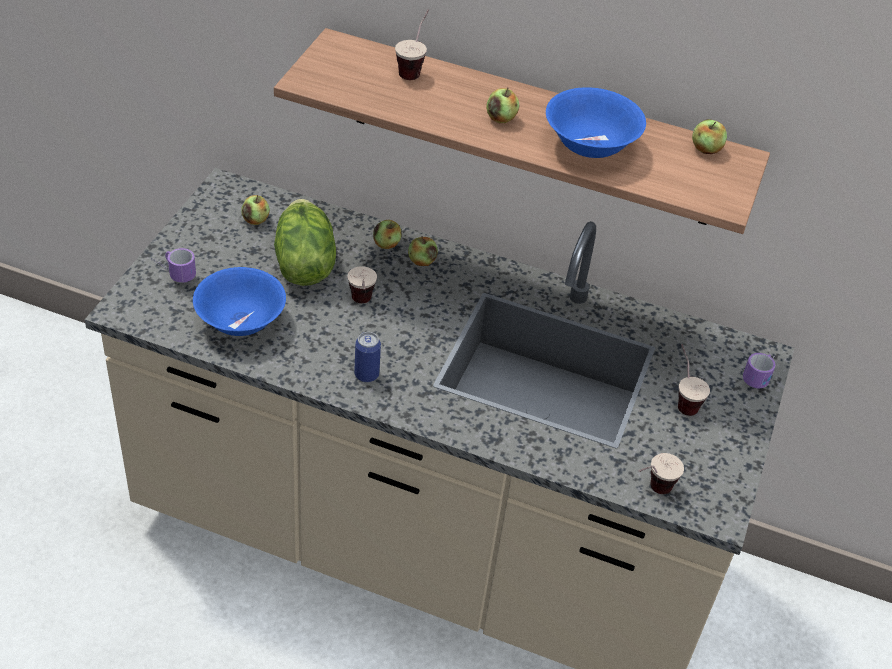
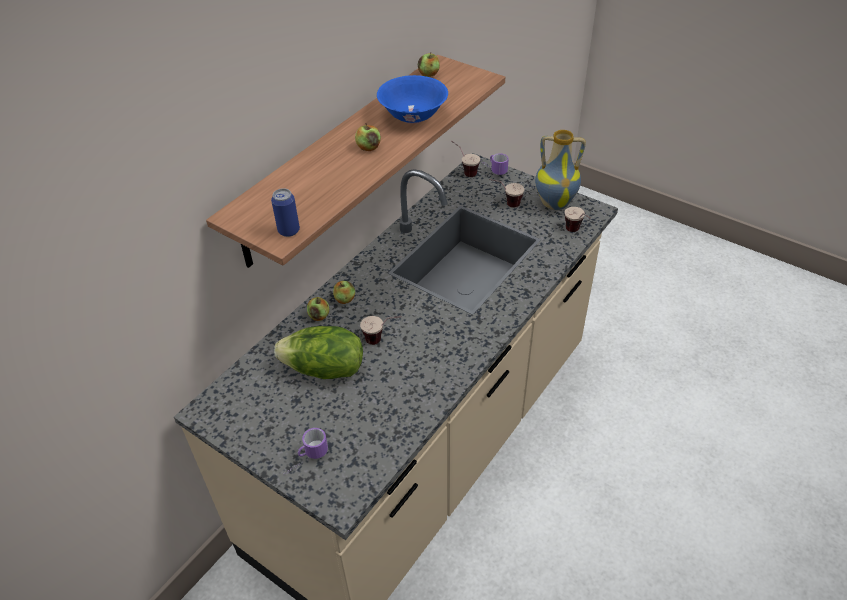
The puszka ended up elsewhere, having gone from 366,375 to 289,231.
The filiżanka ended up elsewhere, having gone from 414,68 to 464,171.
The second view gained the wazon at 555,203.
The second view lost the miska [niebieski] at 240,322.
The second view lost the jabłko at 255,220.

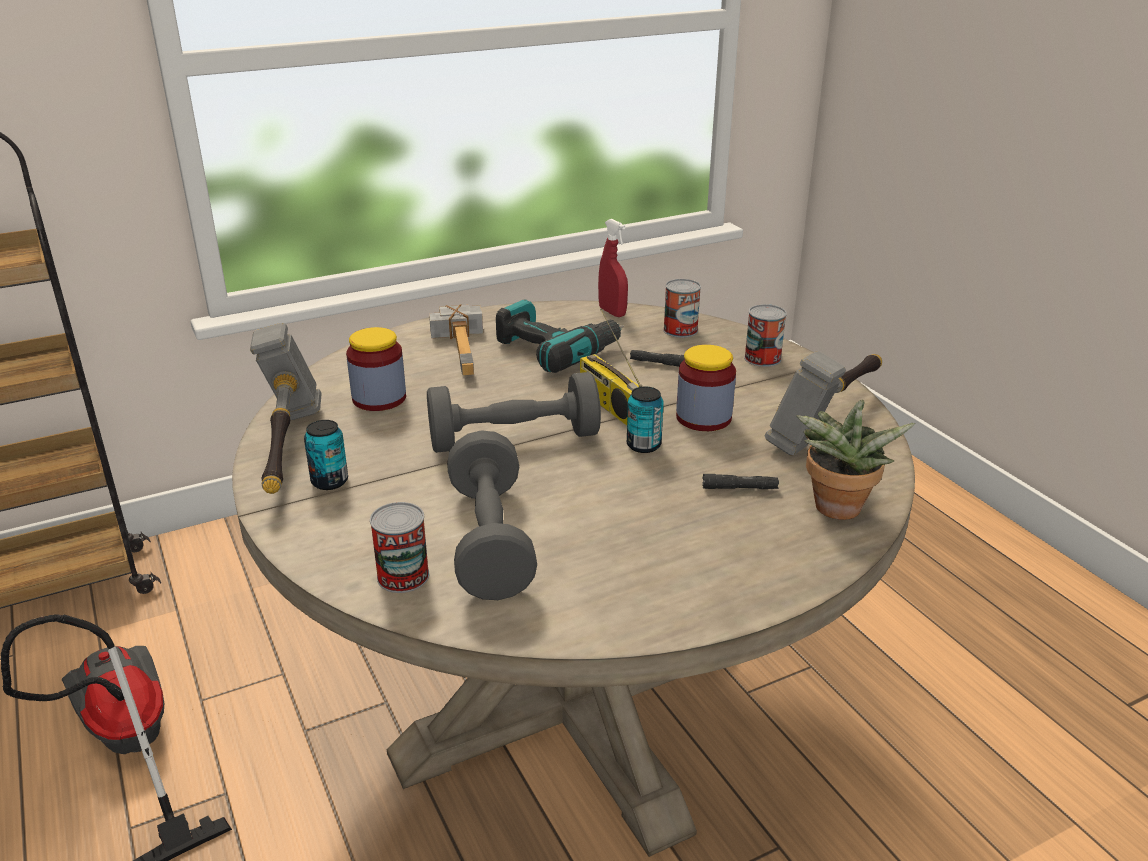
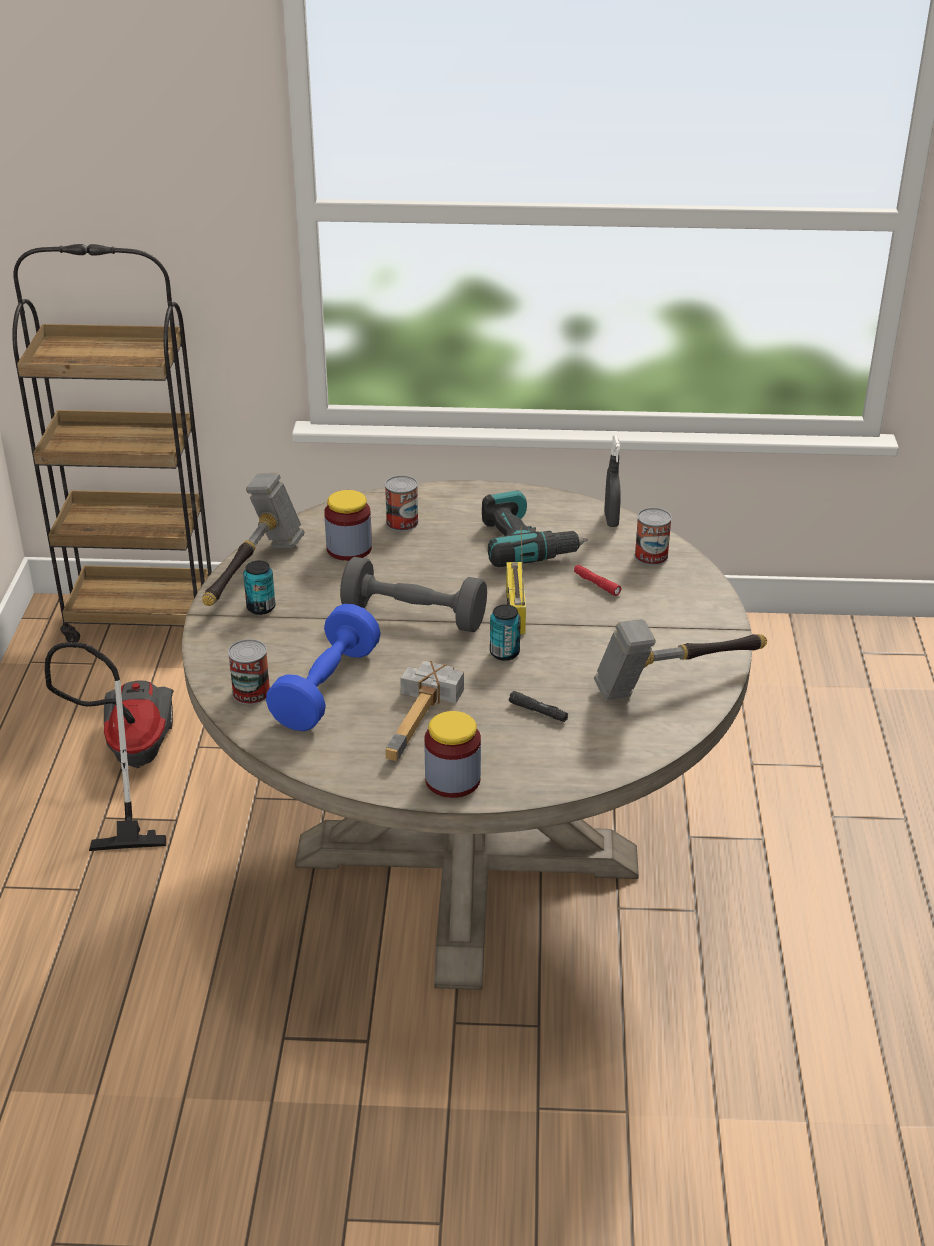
What was the hantel [szary] at 490,540 turned into the hantel [niebieski] at 326,688.
The puszka ended up elsewhere, having gone from 762,358 to 402,522.
The młotek ended up elsewhere, having gone from 468,348 to 425,720.
The słoik ended up elsewhere, having gone from 703,418 to 452,780.
What was the latarka [czarny] at 659,363 turned into the latarka [czerwony] at 596,584.
What was the spryskiwacz [czerwony] at 612,312 turned into the spryskiwacz [szary] at 611,520.
The second view lost the roślina doniczkowa at 836,511.

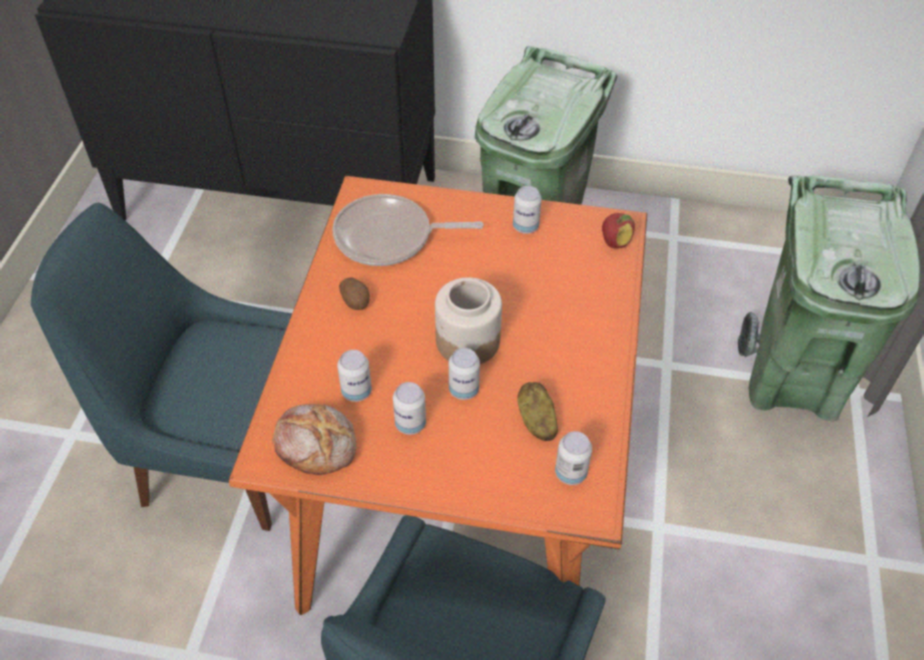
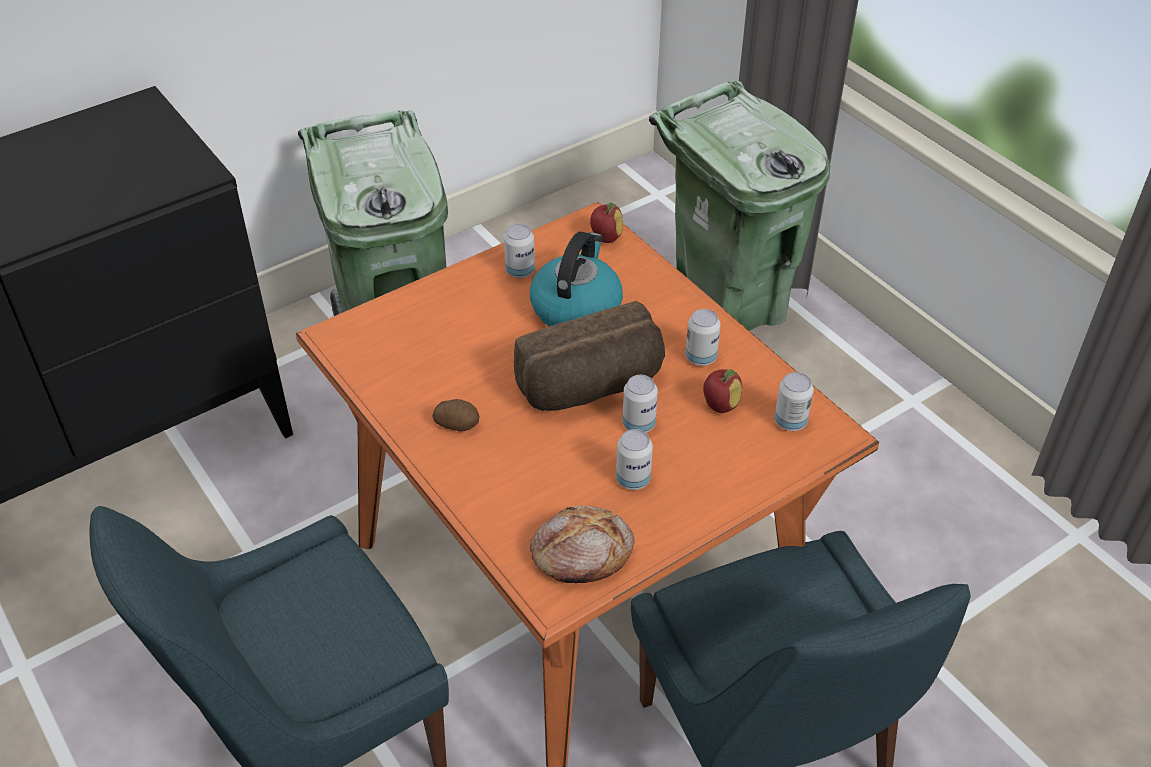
Where the słoik stood at 467,340, the chleb came to stand at 592,387.
The second view gained the czajnik at 576,308.
The puszka ended up elsewhere, having gone from 356,391 to 700,358.
Where the ziemniak stood at 536,421, the jabłko came to stand at 720,406.
The second view lost the patelnia at 389,237.

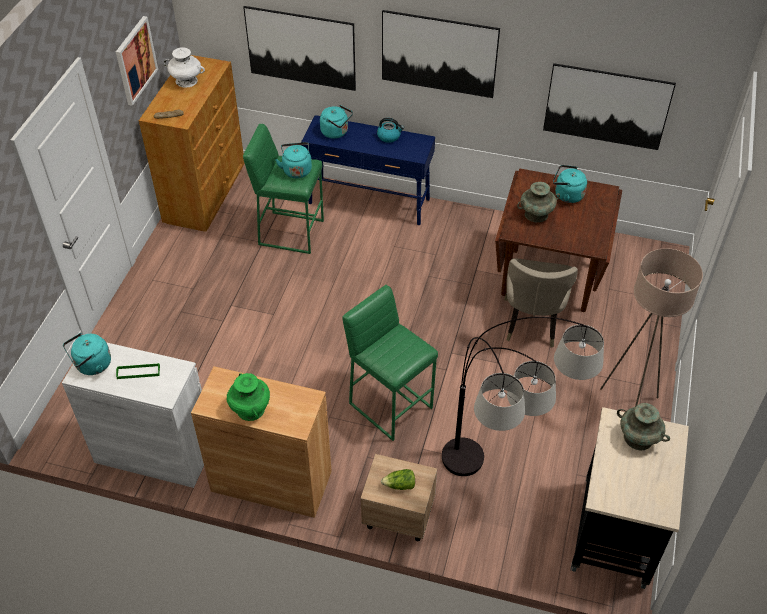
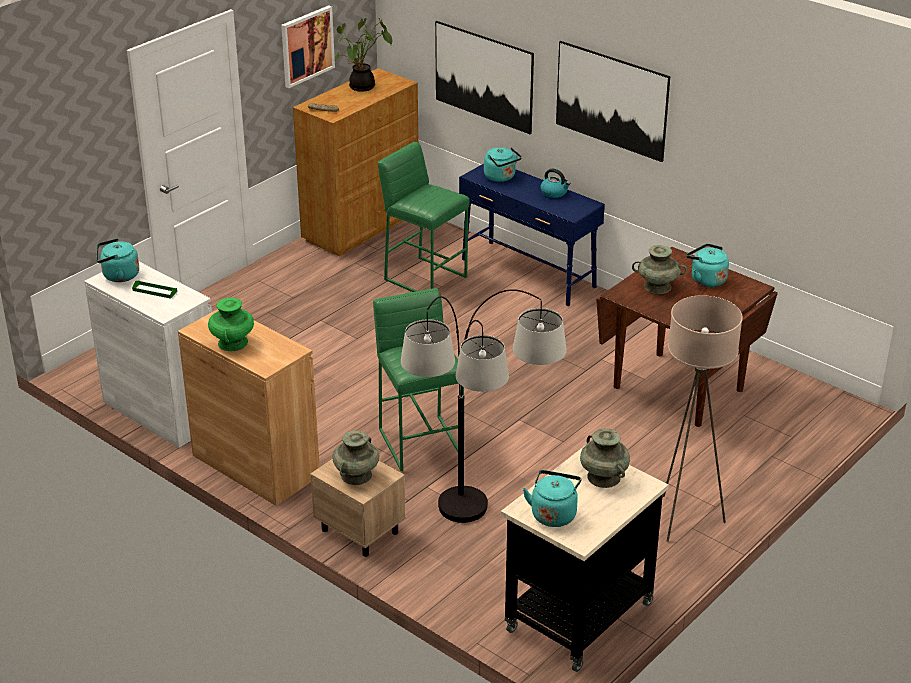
Where the sałata stood at 400,485, the wazon [turkusowy] came to stand at 356,475.
Where the wazon [biały] stood at 186,81, the roślina doniczkowa came to stand at 362,88.
The czajnik [turkusowy] ended up elsewhere, having gone from 296,170 to 553,513.
The second view lost the krzesło [beżowy] at 531,324.
The second view lost the obraz at 606,106.

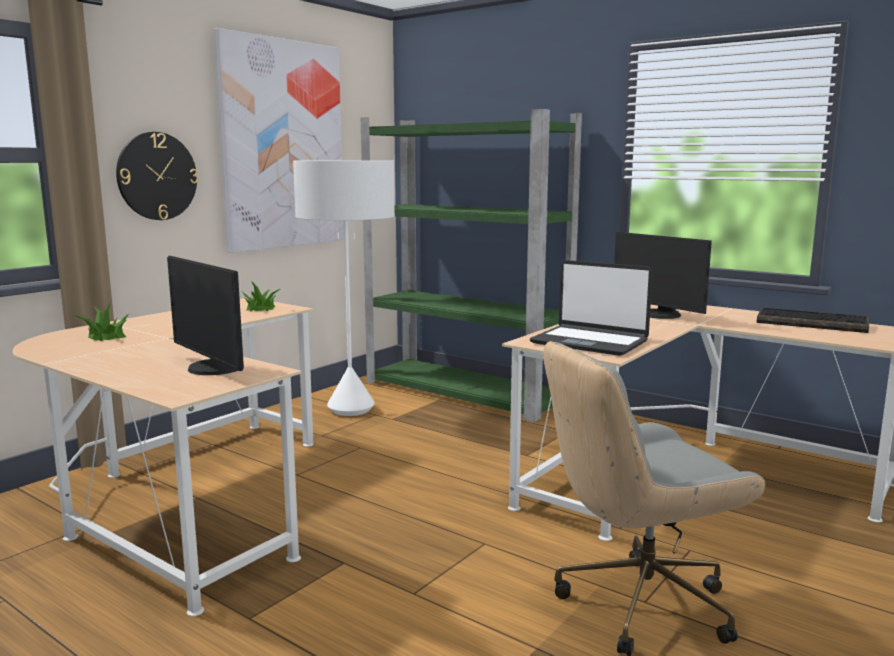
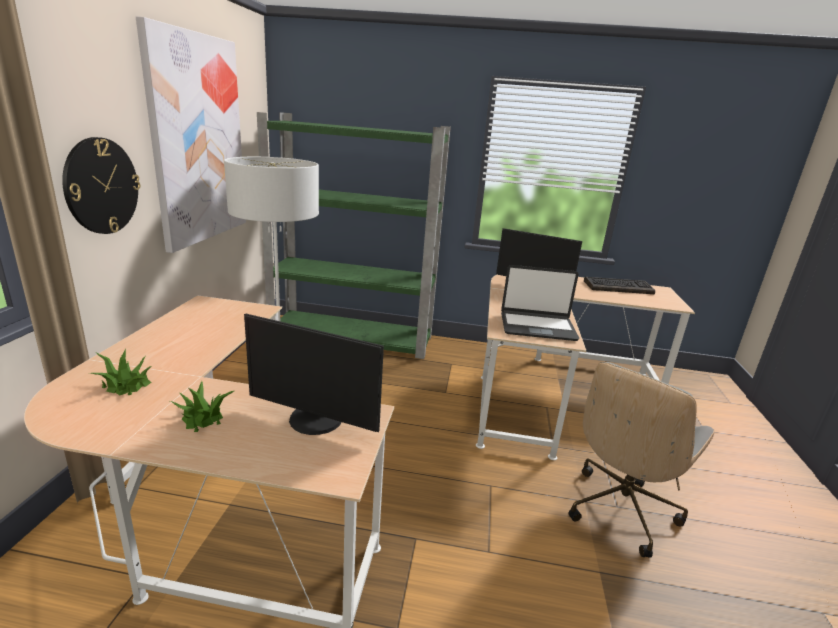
The roślina doniczkowa ended up elsewhere, having gone from 260,308 to 202,417.

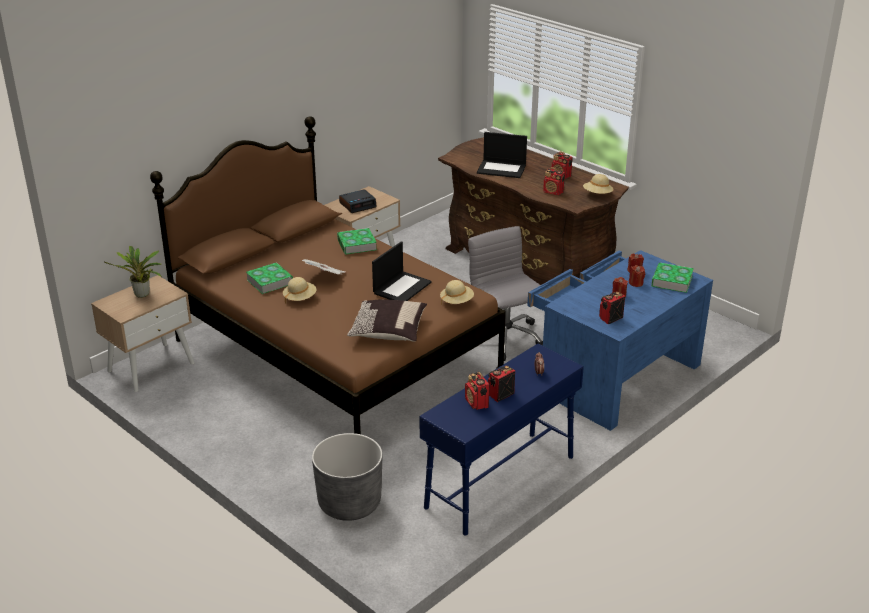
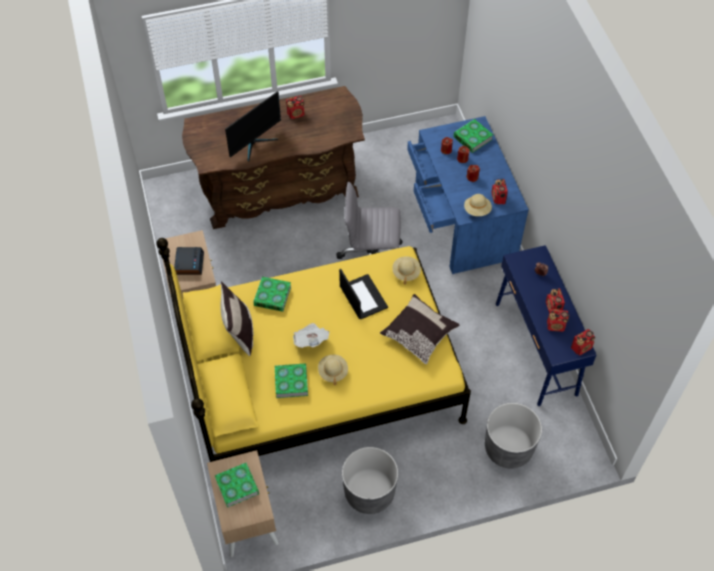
What was the łóżko [brązowy] at 336,355 turned into the łóżko [żółty] at 320,377.
Where the roślina doniczkowa stood at 142,295, the książka came to stand at 237,486.
The second view gained the poduszka at 239,332.
Where the laptop stood at 502,169, the monitor came to stand at 255,143.
The second view gained the donica [szary] at 369,492.
The kapelusz [beżowy] ended up elsewhere, having gone from 597,194 to 477,210.
The radio ended up elsewhere, having gone from 553,192 to 581,348.

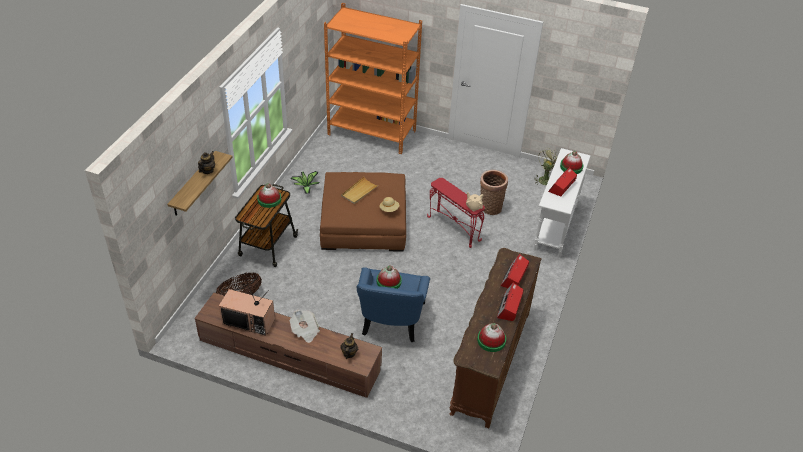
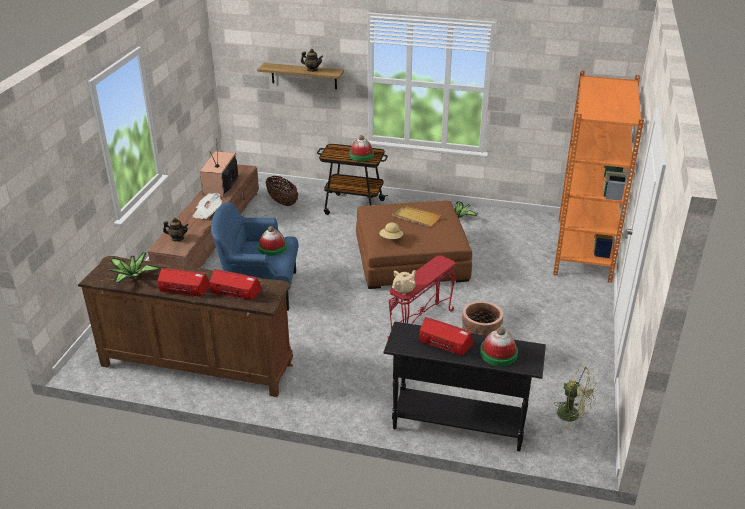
Where the kapelusz stood at 491,340, the roślina doniczkowa came to stand at 132,277.
What was the stolik konsolowy [biały] at 555,227 turned into the stolik konsolowy [czarny] at 458,424.

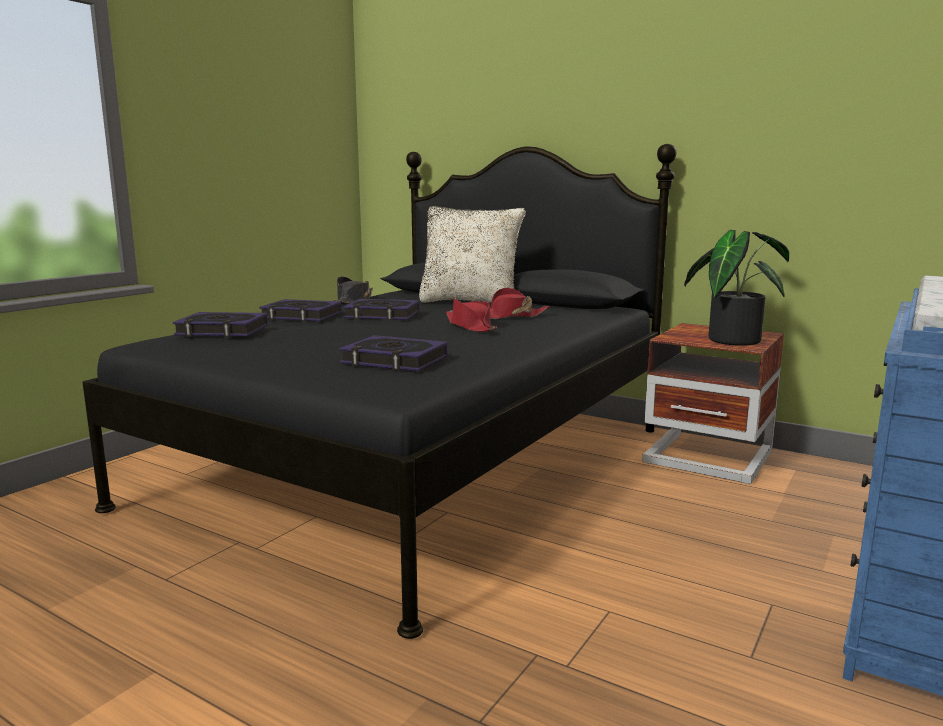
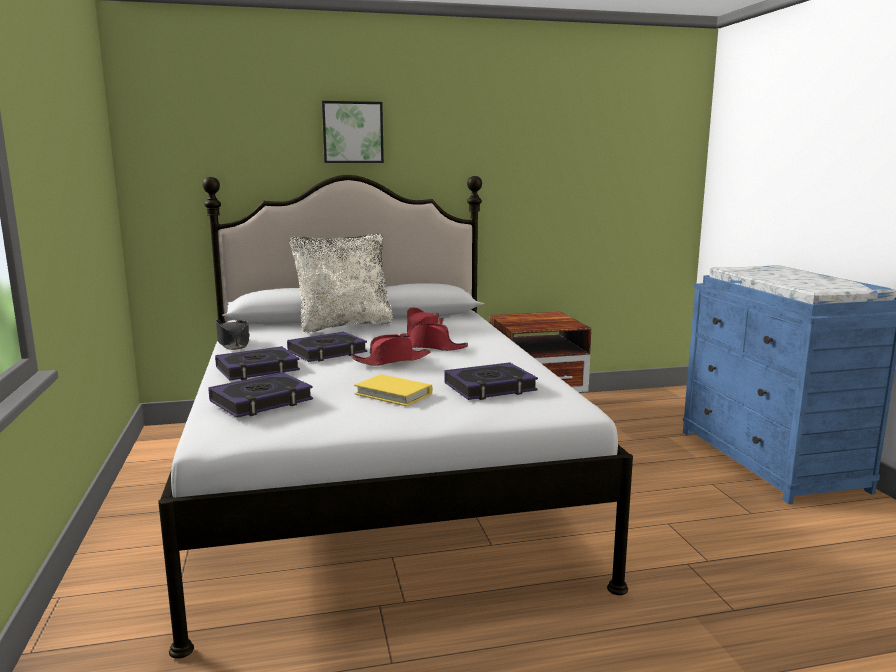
What was the łóżko [czarny] at 416,465 turned into the łóżko [biały] at 376,487.
The second view gained the obraz at 352,132.
The second view gained the kapelusz [czerwony] at 392,360.
The second view gained the książka [żółty] at 393,394.
The second view lost the roślina doniczkowa at 731,339.

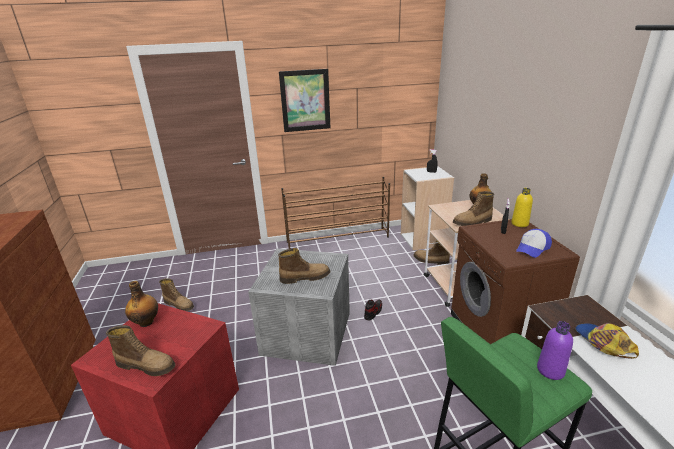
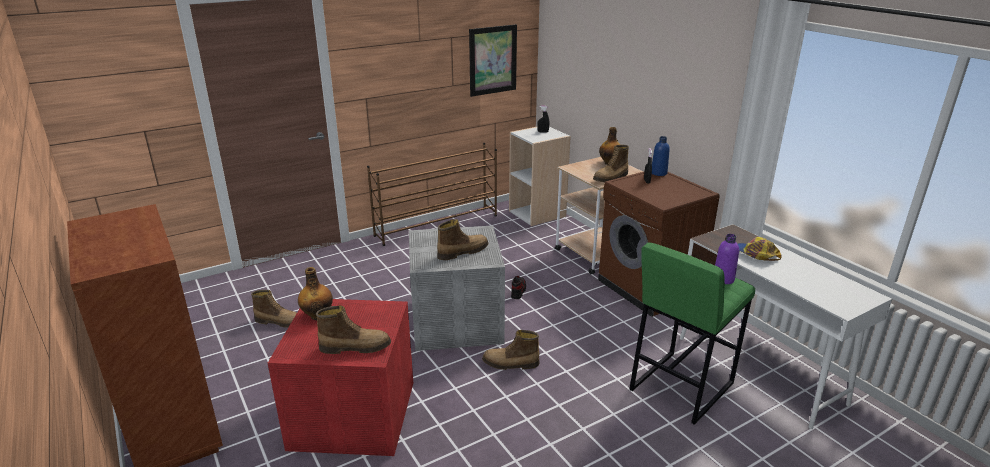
The obraz ended up elsewhere, having gone from 305,100 to 493,60.
The but z cholewką ended up elsewhere, having gone from 430,261 to 510,364.
What was the butelka [żółty] at 519,223 turned into the butelka [niebieski] at 658,173.
The second view lost the czapka z daszkiem at 533,248.

